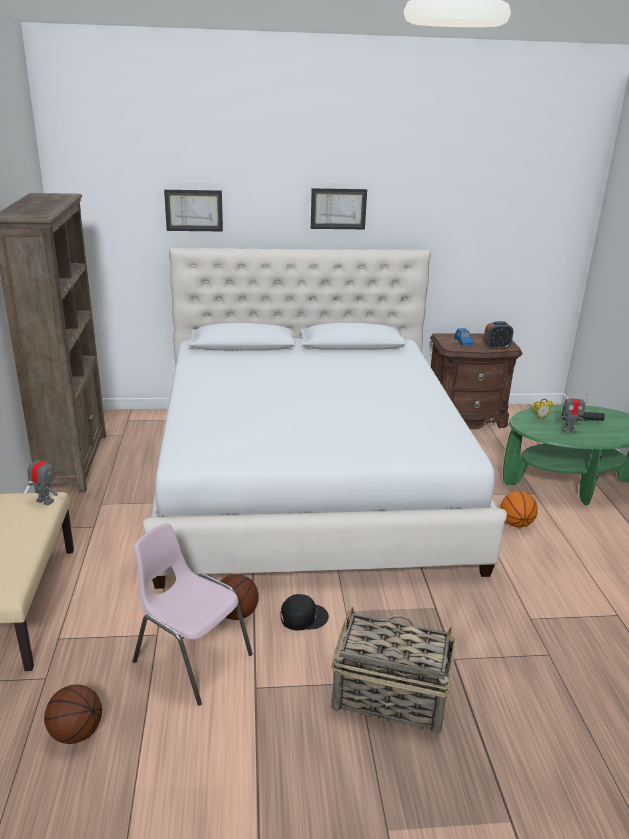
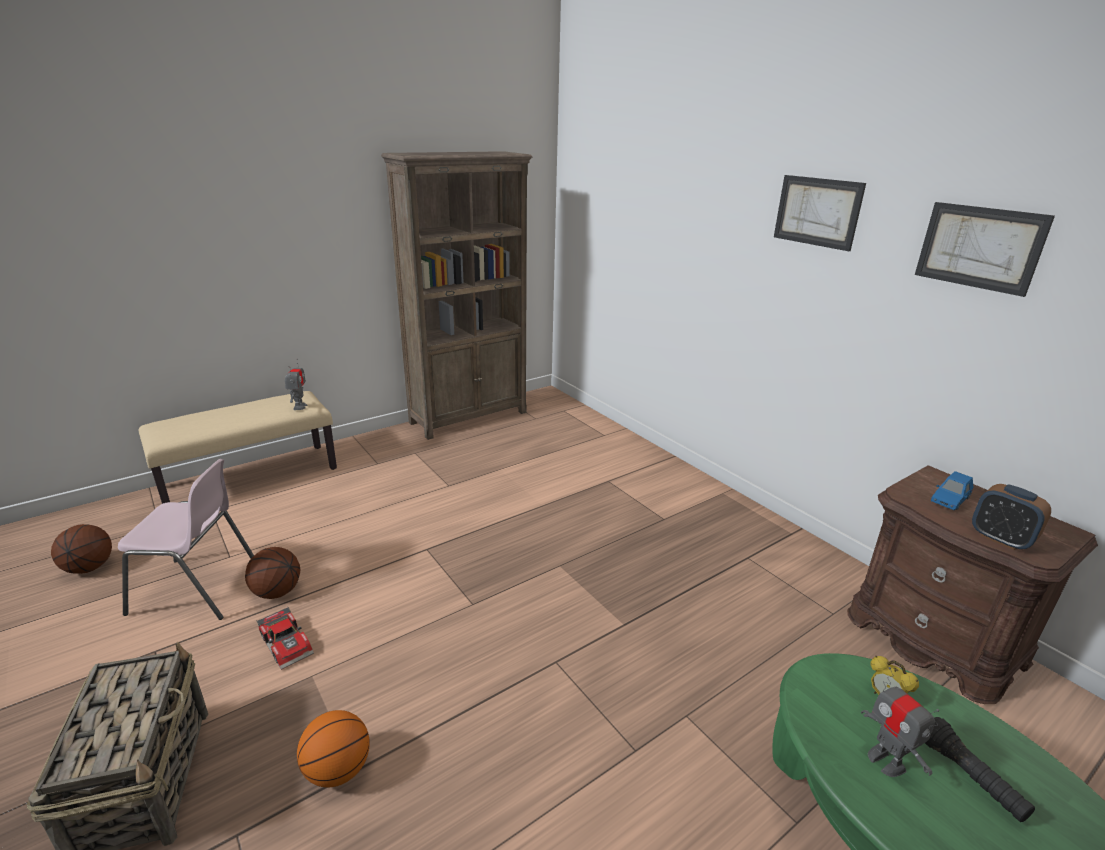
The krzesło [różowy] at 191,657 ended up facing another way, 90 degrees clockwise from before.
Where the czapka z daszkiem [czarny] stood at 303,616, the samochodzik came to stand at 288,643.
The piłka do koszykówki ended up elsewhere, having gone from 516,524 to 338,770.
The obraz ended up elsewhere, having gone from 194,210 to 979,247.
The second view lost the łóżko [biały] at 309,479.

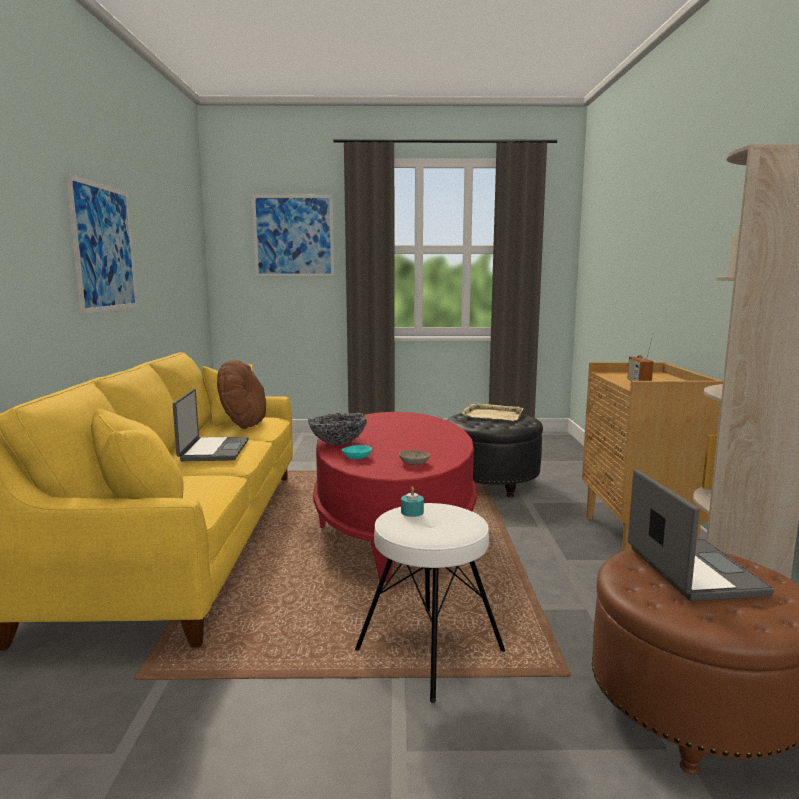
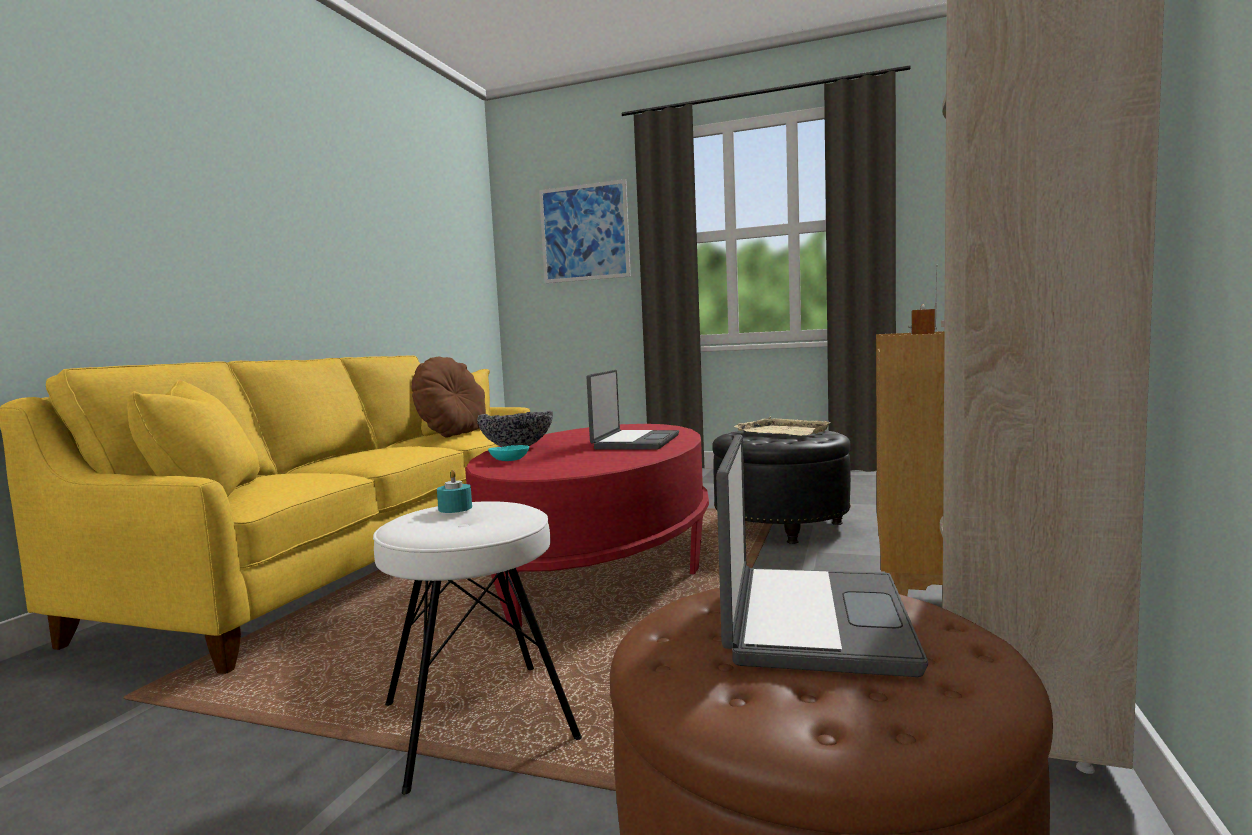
The laptop ended up elsewhere, having gone from 213,450 to 634,442.
The second view lost the obraz at 104,248.
The second view lost the miska [beżowy] at 413,464.

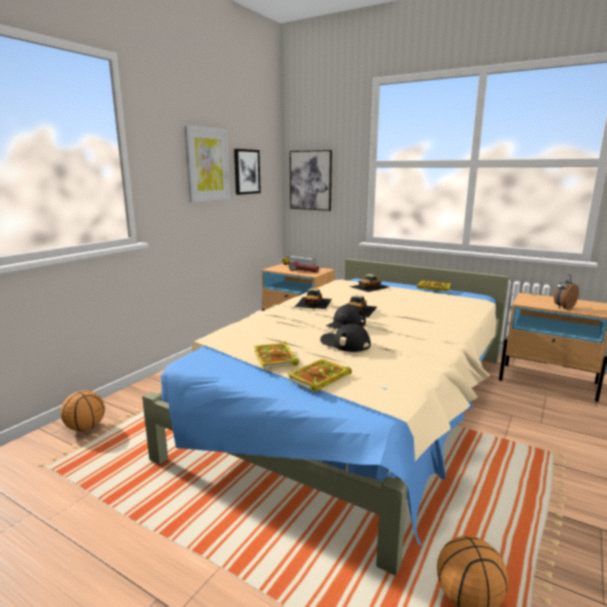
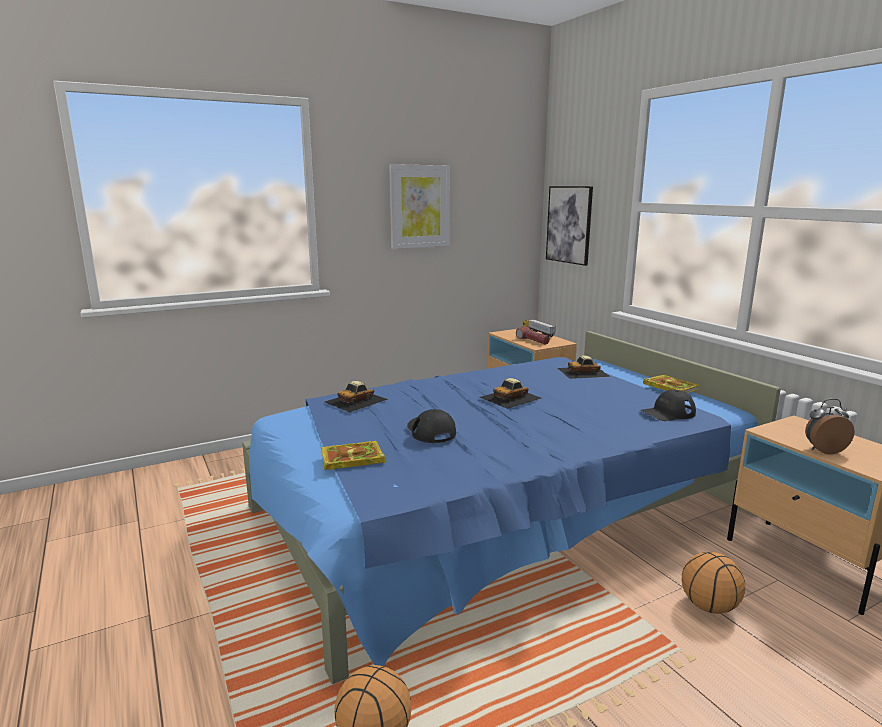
What was the łóżko [beżowy] at 358,403 turned into the łóżko [niebieski] at 498,512.
The samochodzik ended up elsewhere, having gone from 314,302 to 356,400.
The czapka z daszkiem [czarny] ended up elsewhere, having gone from 345,324 to 668,413.
The piłka do koszykówki ended up elsewhere, having gone from 86,427 to 709,606.
The second view lost the obraz at 246,171.
The second view lost the książka at 276,359.

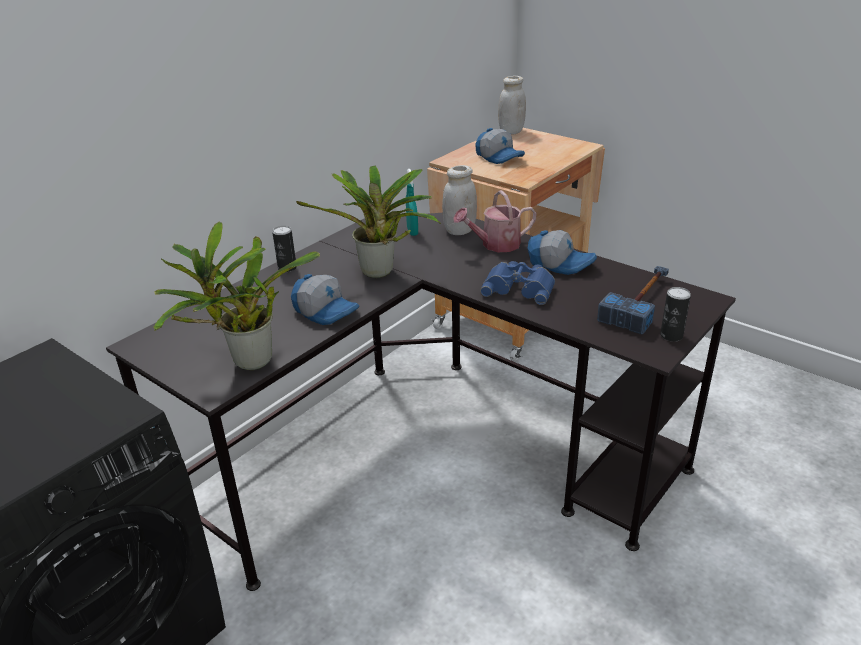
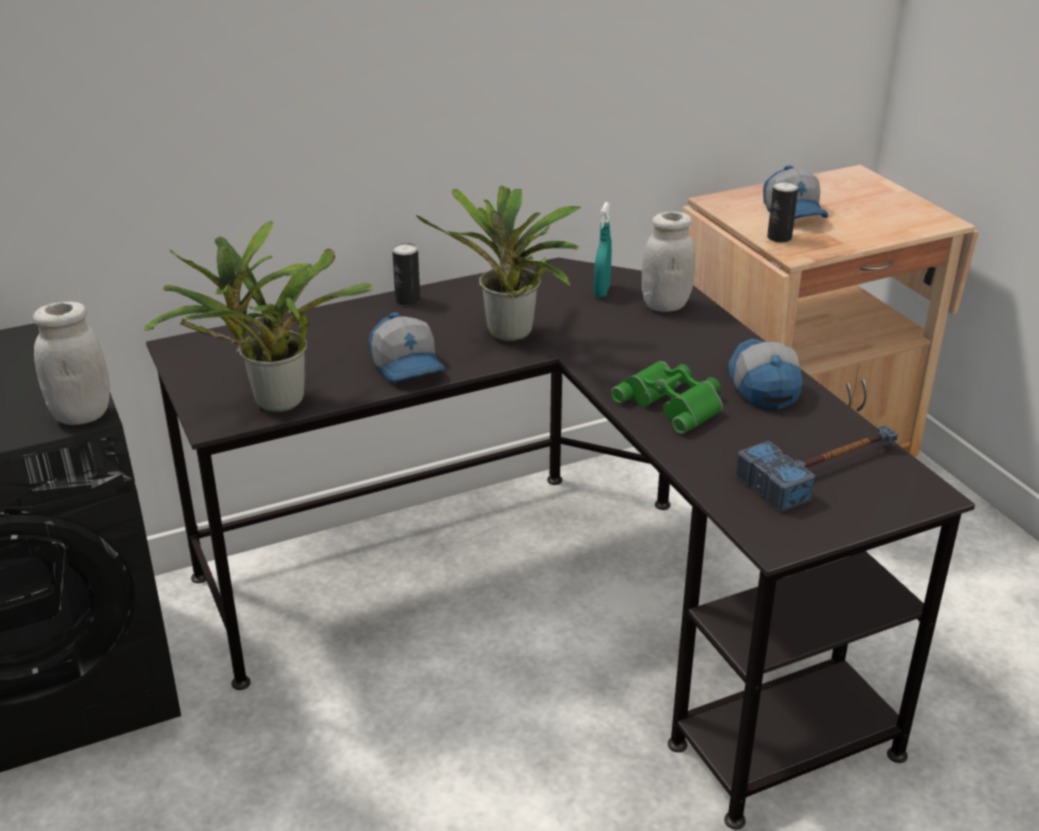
The słoik [biały] ended up elsewhere, having gone from 511,131 to 81,415.
What was the lornetka [niebieski] at 519,287 turned into the lornetka [zielony] at 673,403.
The czapka z daszkiem at 560,263 ended up facing another way, 150 degrees counterclockwise from before.
The puszka ended up elsewhere, having gone from 671,336 to 779,237.
The second view lost the konewka at 495,245.

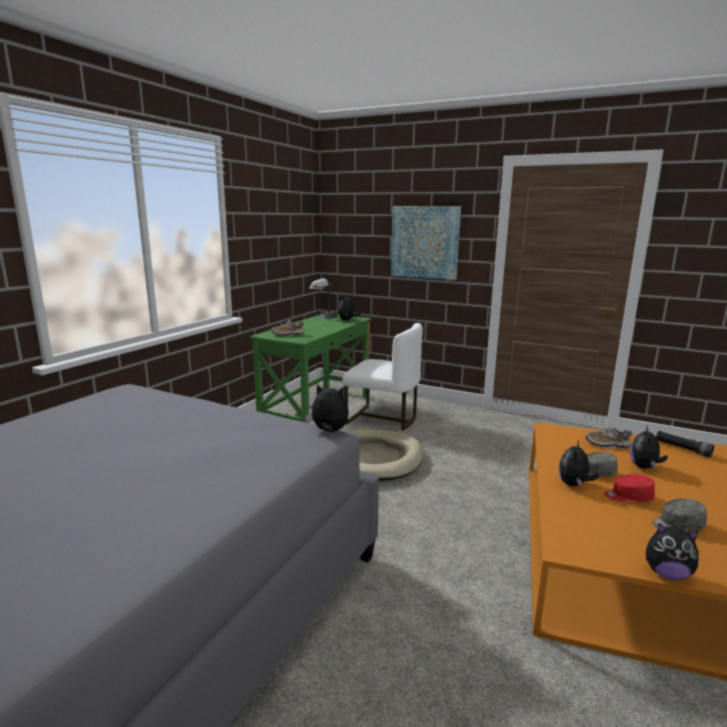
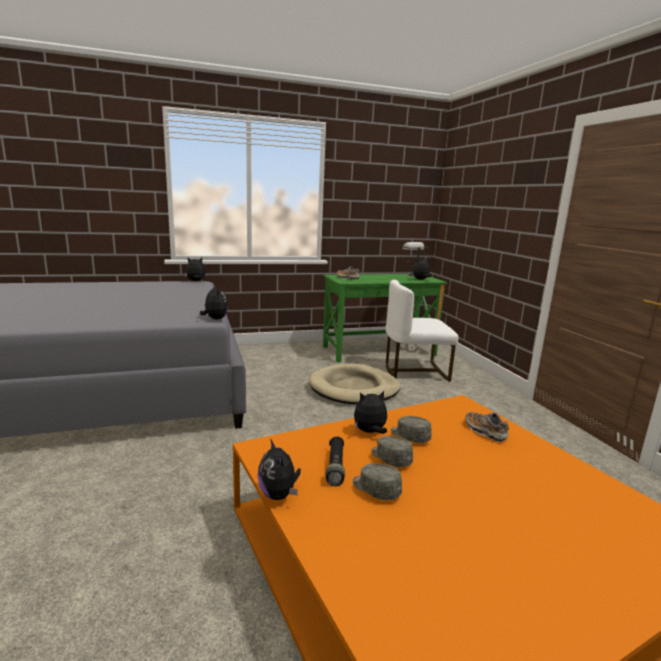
The pluszak ended up elsewhere, having gone from 644,467 to 196,281.
The latarka [czarny] ended up elsewhere, having gone from 682,449 to 335,467.
What was the czapka z daszkiem [czerwony] at 628,497 turned into the czapka z daszkiem [szary] at 390,458.
The krzesło [biały] at 382,418 ended up facing another way, 105 degrees clockwise from before.
The second view lost the obraz at 425,242.

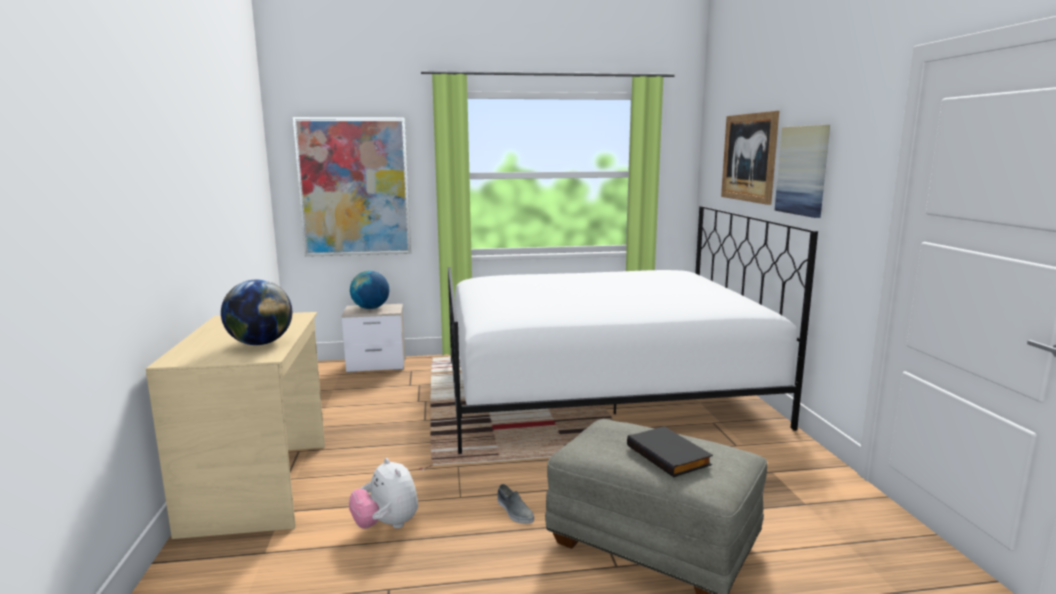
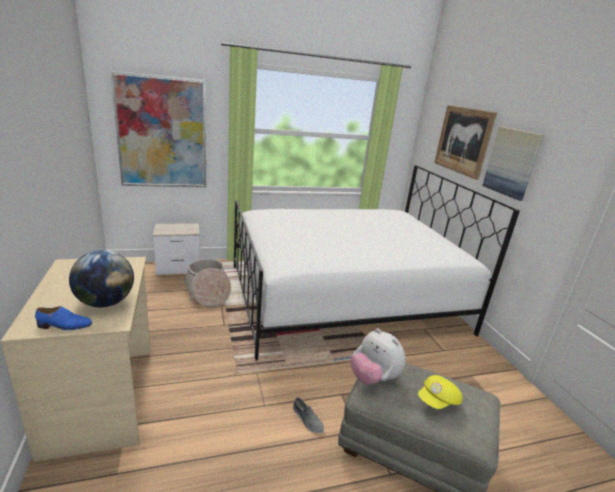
The second view gained the but [niebieski] at 65,326.
The second view gained the koszyk at 207,292.
The pluszak ended up elsewhere, having gone from 386,525 to 373,378.
Where the książka [czarny] stood at 670,455, the czapka z daszkiem [żółty] came to stand at 438,401.
The second view lost the globus at 370,308.

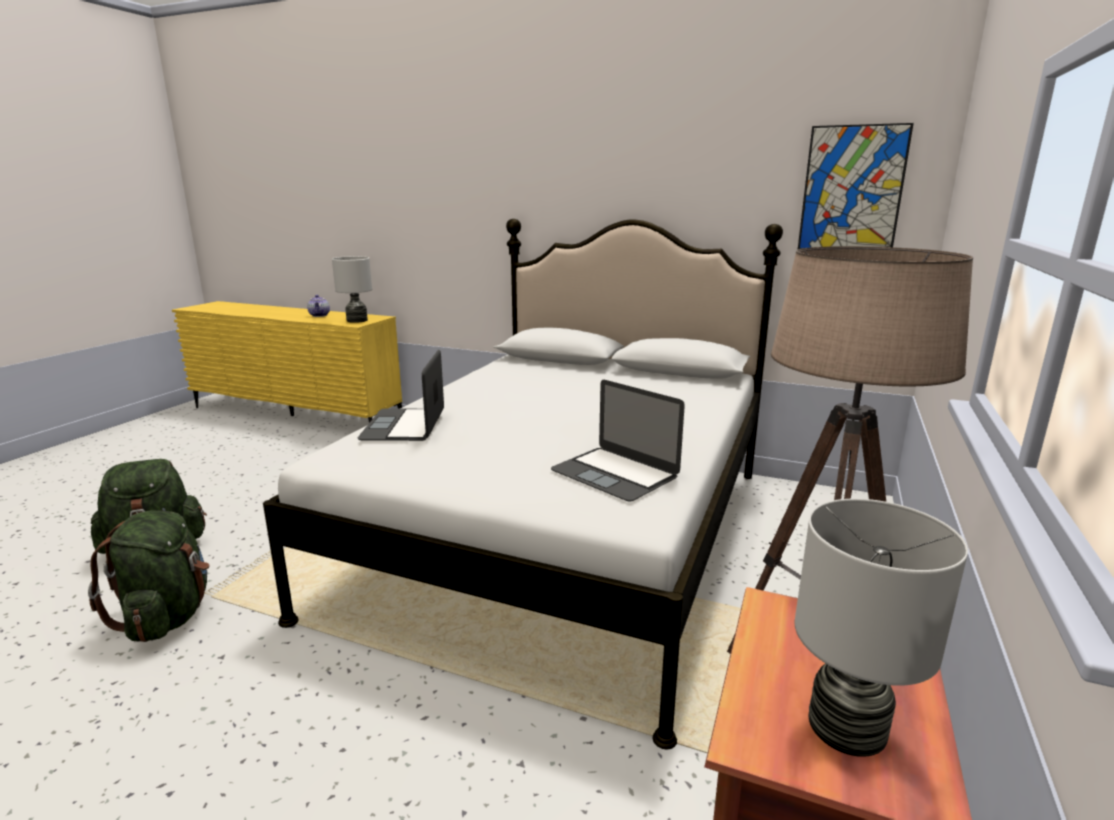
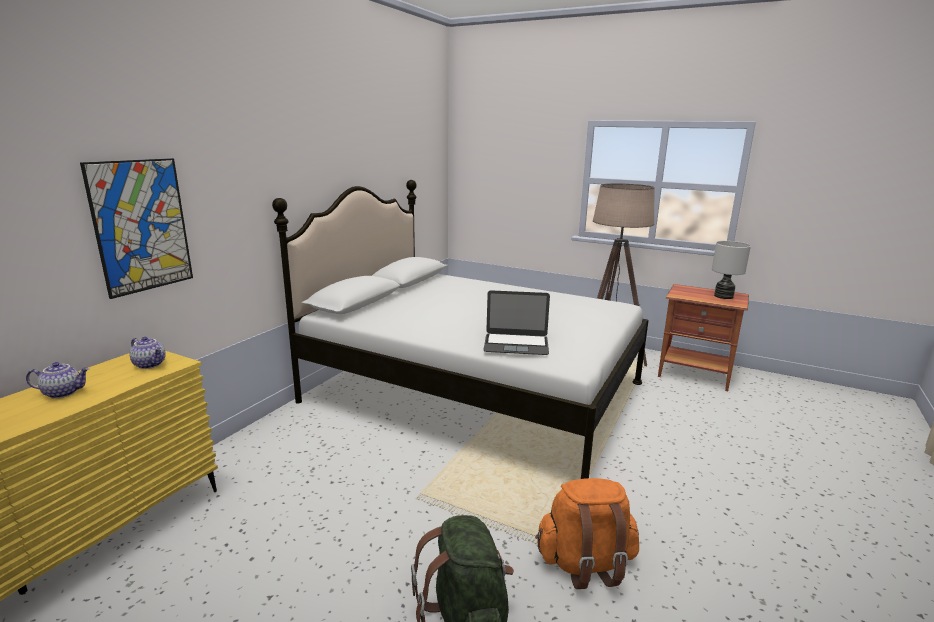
The obraz ended up elsewhere, having gone from 851,194 to 141,226.
Where the lampa stołowa [szary] stood at 357,320, the imbryk came to stand at 150,364.
What was the plecak [zielony] at 167,616 turned into the plecak [pomarańczowy] at 585,563.
The second view lost the laptop at 614,473.

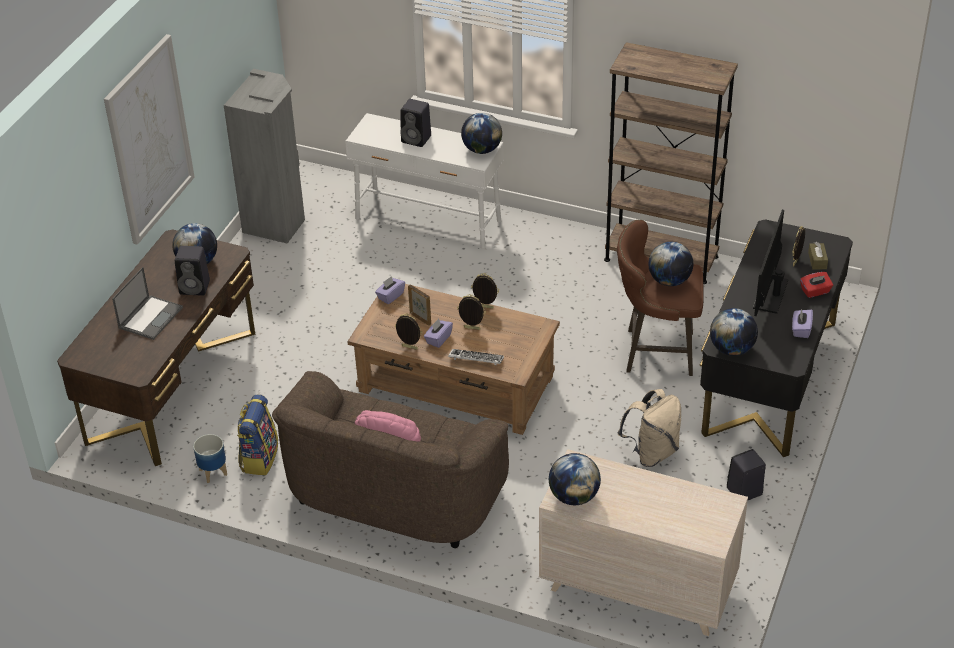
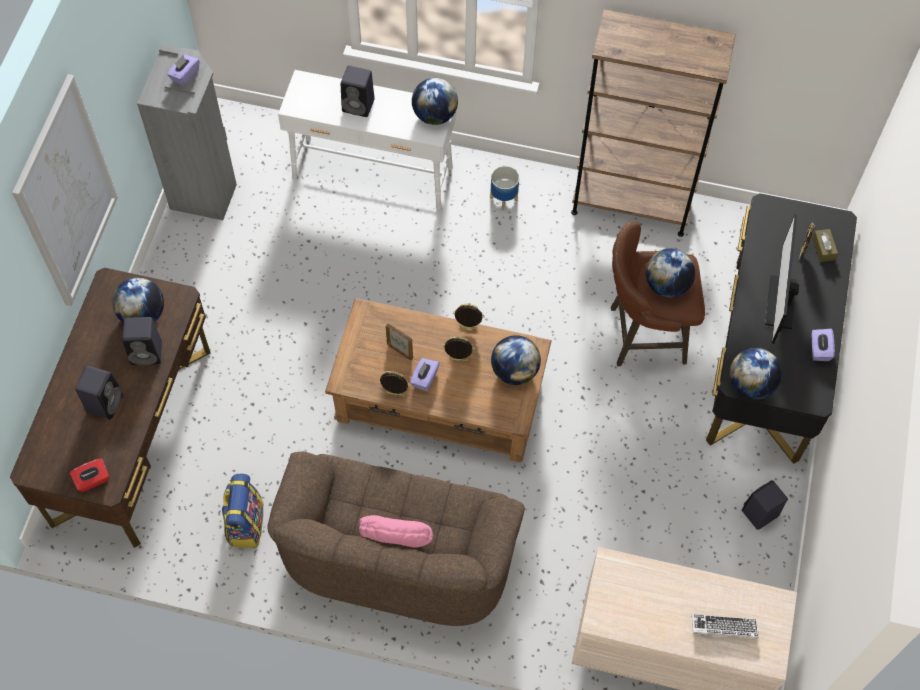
The pudełko chusteczek [czerwony] ended up elsewhere, having gone from 815,291 to 92,480.
Where the laptop stood at 151,317, the głośnik [czarny] came to stand at 105,402.
The pudełko chusteczek [fioletowy] ended up elsewhere, having gone from 390,296 to 185,75.
The donica ended up elsewhere, having gone from 213,472 to 503,198.
The globus ended up elsewhere, having gone from 574,496 to 514,371.
The klawiatura ended up elsewhere, having gone from 476,359 to 724,628.
The second view lost the plecak [beżowy] at 652,452.

